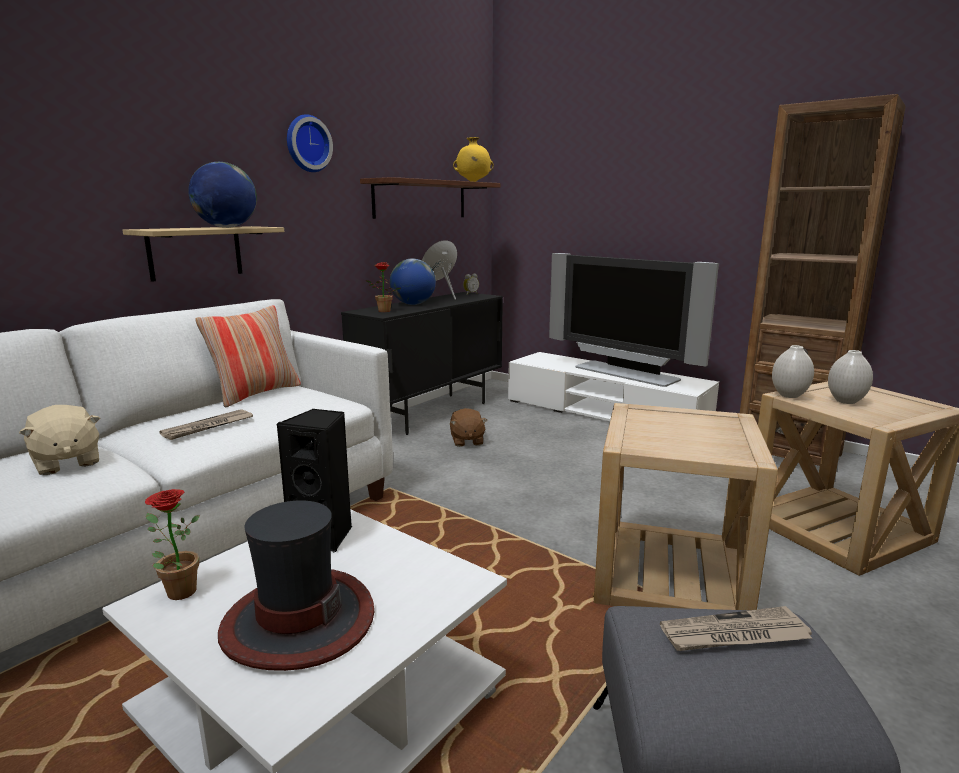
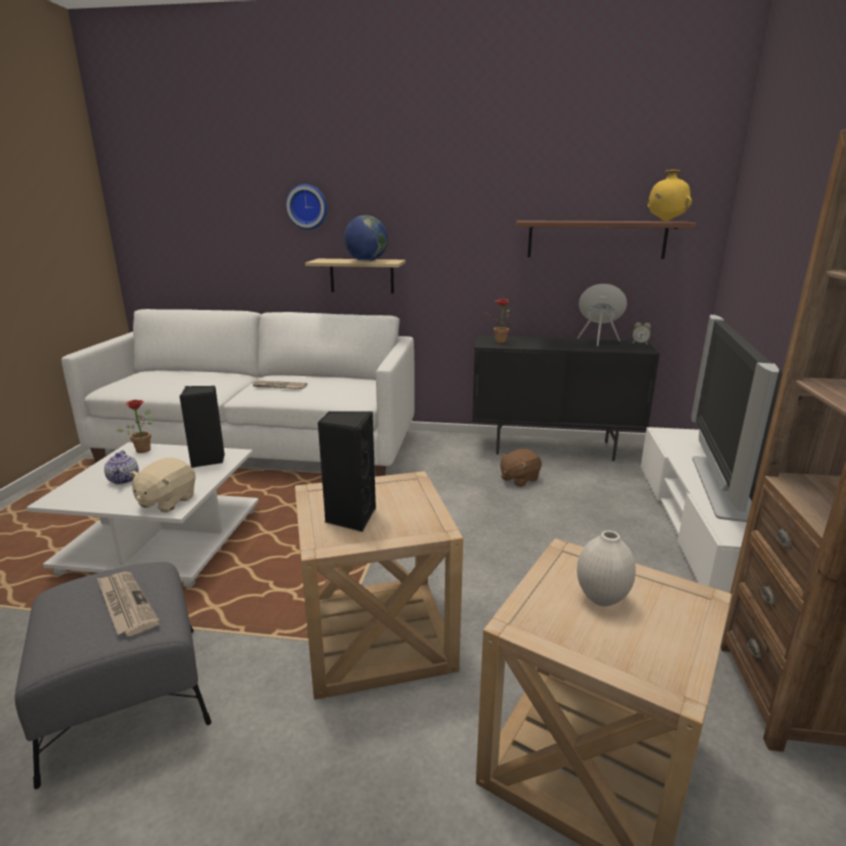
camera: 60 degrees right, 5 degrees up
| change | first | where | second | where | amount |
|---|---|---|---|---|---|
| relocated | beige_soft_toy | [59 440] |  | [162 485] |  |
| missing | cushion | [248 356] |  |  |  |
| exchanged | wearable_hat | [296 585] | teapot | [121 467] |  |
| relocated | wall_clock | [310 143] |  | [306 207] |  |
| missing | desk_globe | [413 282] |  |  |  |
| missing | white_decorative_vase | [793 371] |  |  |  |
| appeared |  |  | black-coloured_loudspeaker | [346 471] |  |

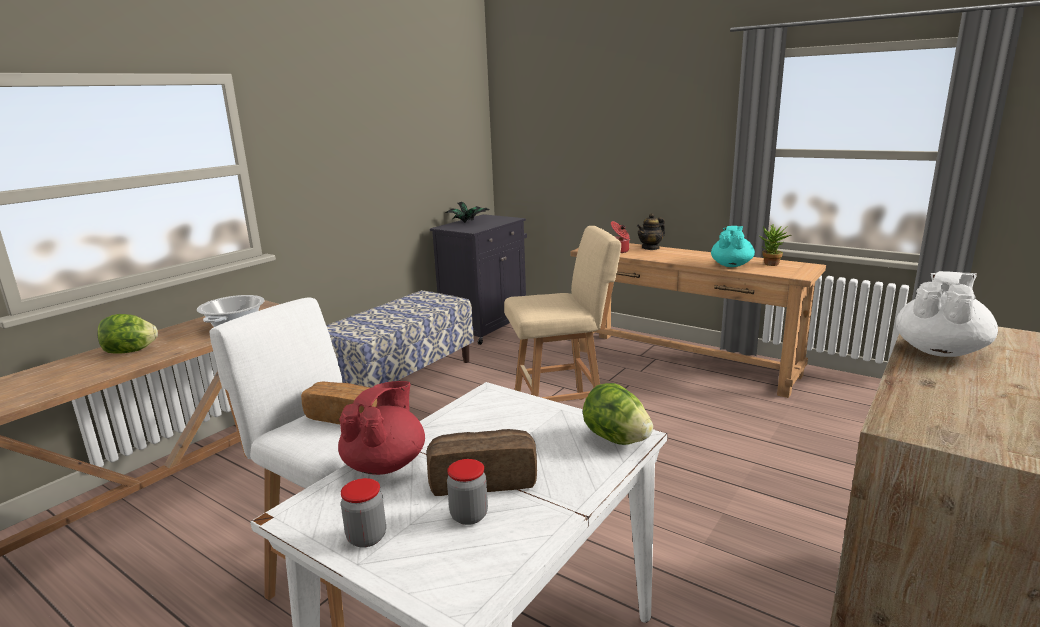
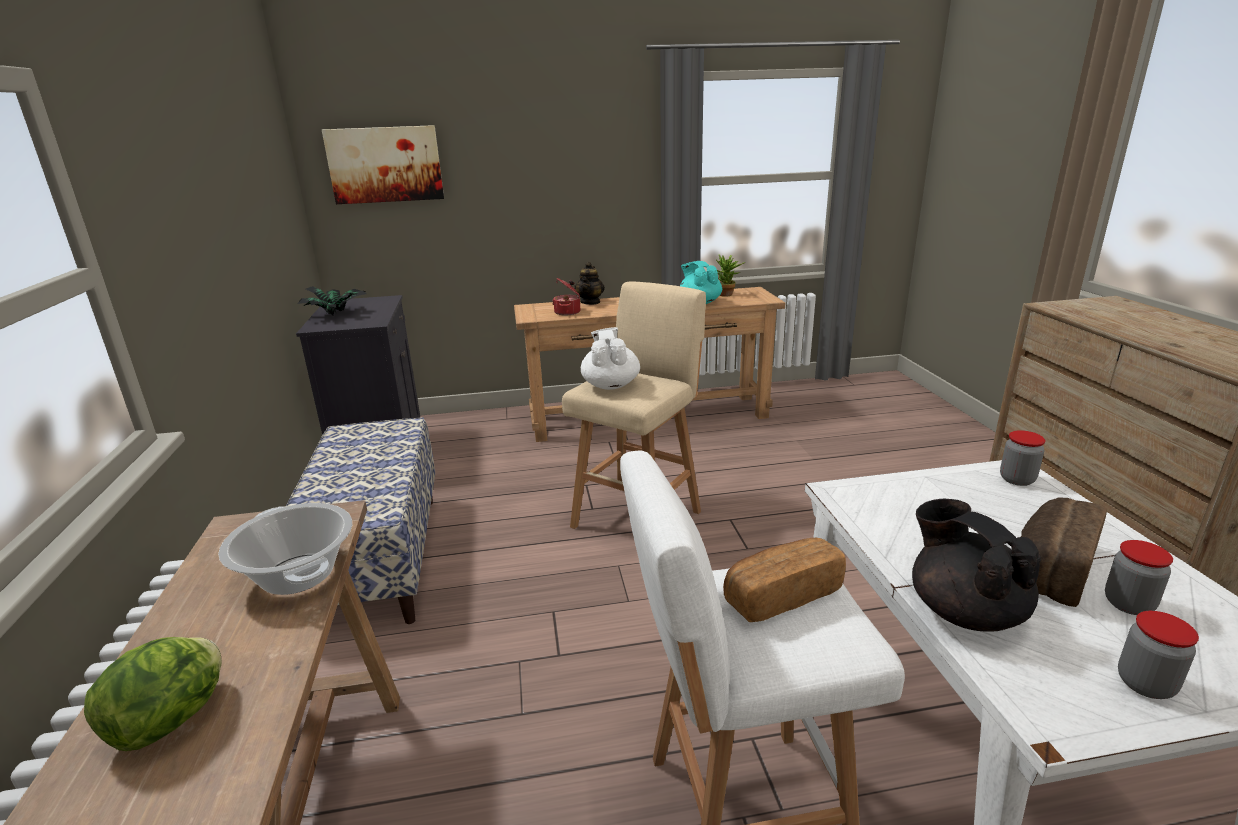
camera: 45 degrees left, 5 degrees up
| change | first | where | second | where | amount |
|---|---|---|---|---|---|
| colour | red-coloured_teapot | [381 428] | black-coloured_teapot | [976 565] |  |
| exchanged | lettuce | [618 414] | preserve_jar | [1023 458] |  |
| relocated | white_teapot | [947 314] |  | [610 358] |  |
| appeared |  |  | wall_art | [383 164] |  |

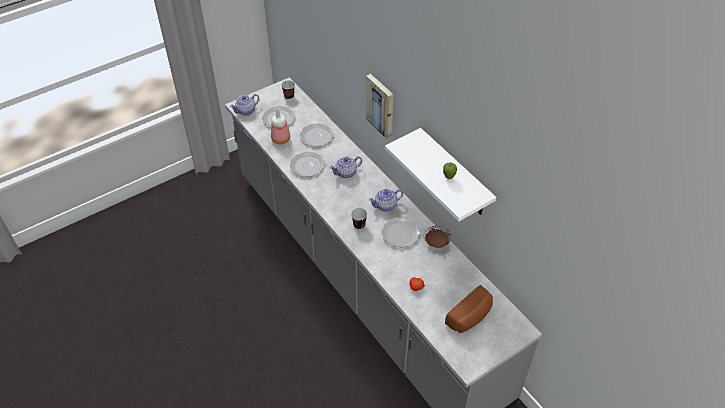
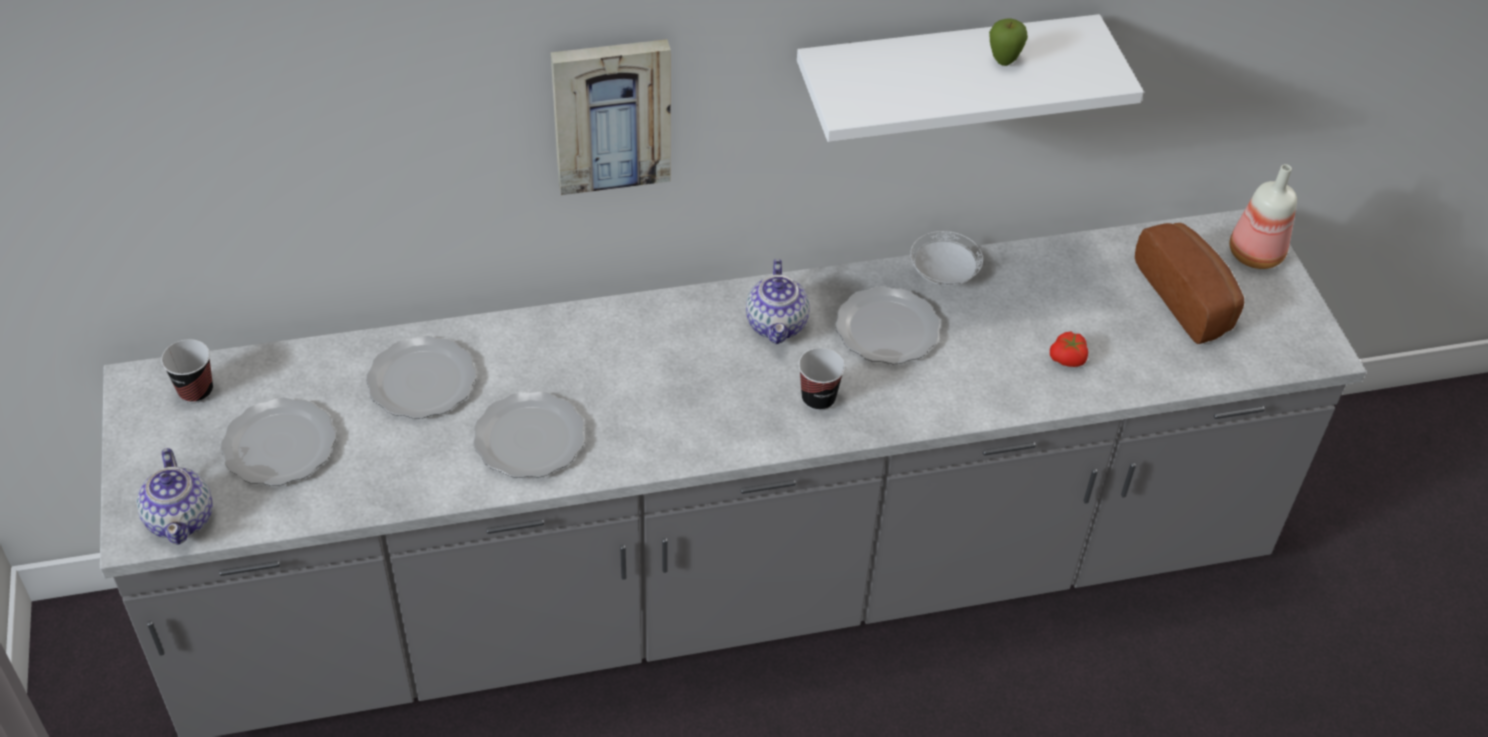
camera: 70 degrees left, 0 degrees up
| change | first | where | second | where | amount |
|---|---|---|---|---|---|
| relocated | drink_bottle | [280 126] |  | [1263 216] |  |
| missing | teapot | [346 167] |  |  |  |
| colour | brown_flat_dish | [437 237] | white_flat_dish | [946 258] |  |

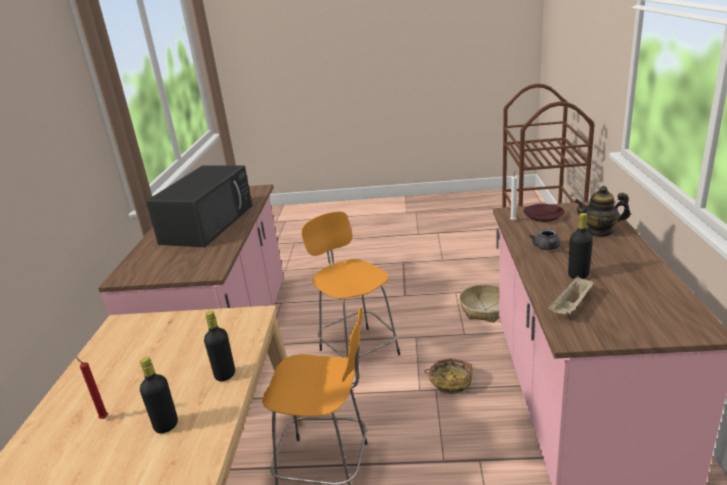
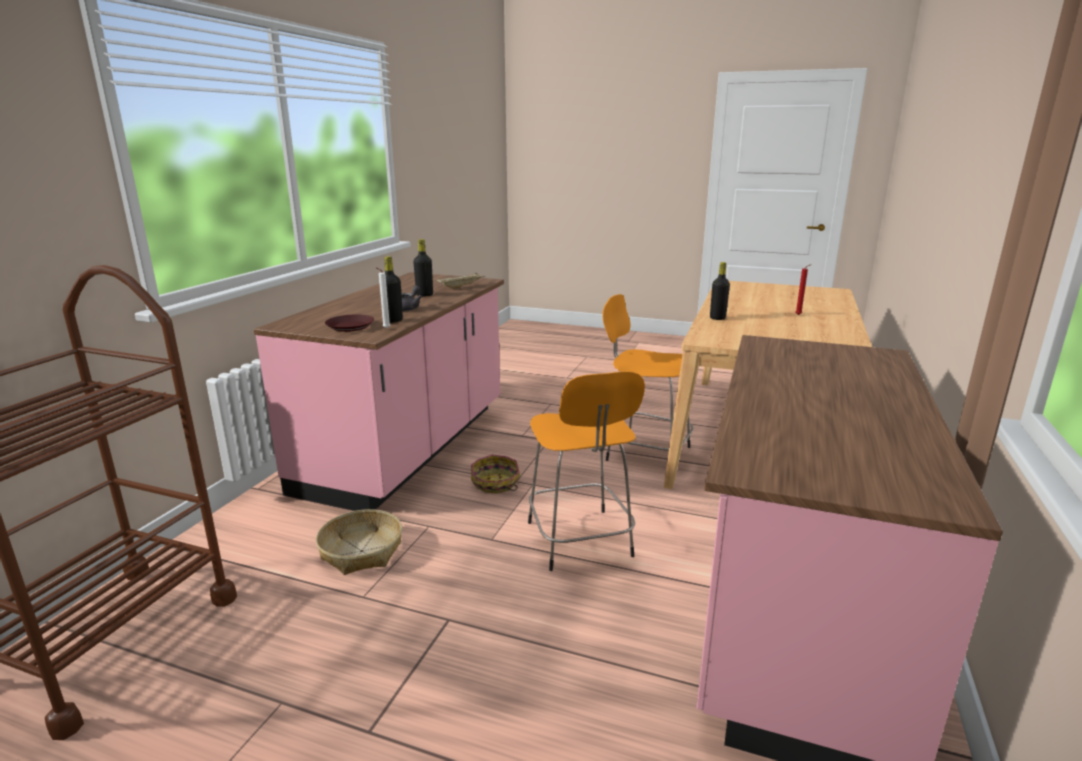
camera: 165 degrees left, 5 degrees down
| change | first | where | second | where | amount |
|---|---|---|---|---|---|
| relocated | black-coloured_drink_bottle | [159 395] |  | [393 289] |  |
| missing | black-coloured_microwave | [199 206] |  |  |  |
| missing | teapot | [602 211] |  |  |  |

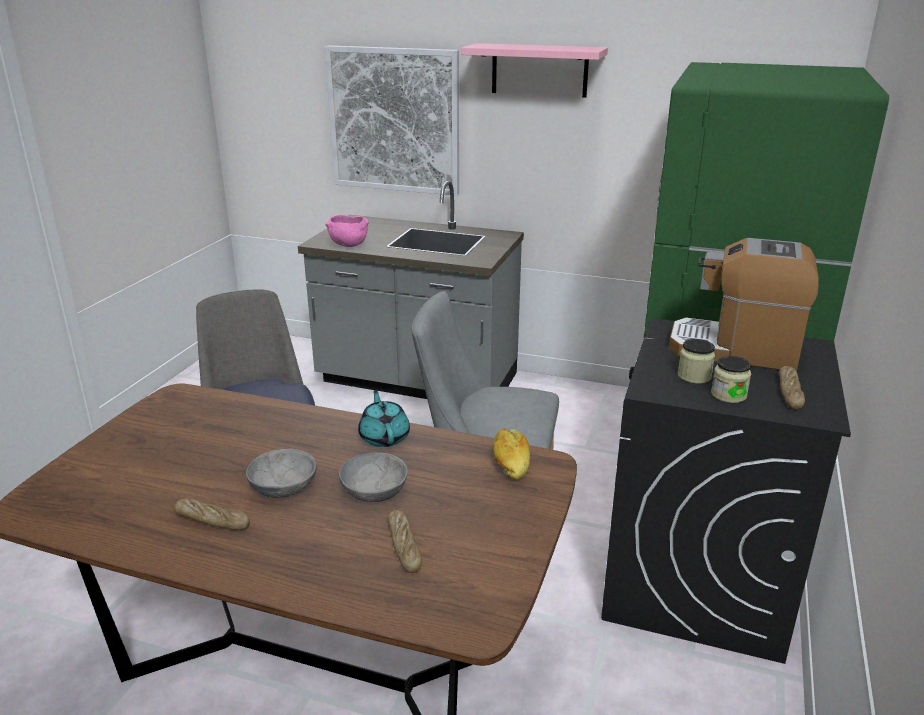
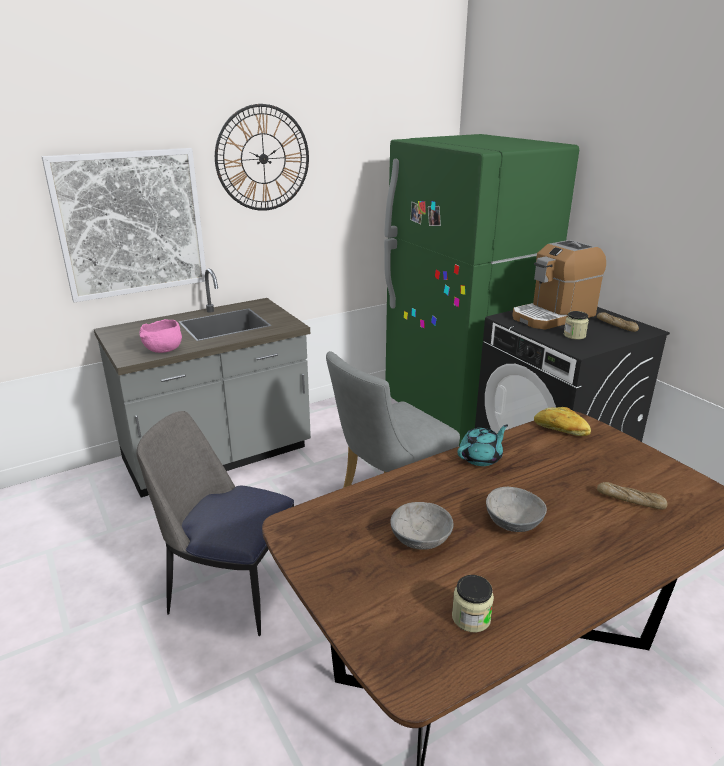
camera: 50 degrees left, 0 degrees up
| change | first | where | second | where | amount |
|---|---|---|---|---|---|
| missing | baked_bread | [212 514] |  |  |  |
| relocated | grey_bowl | [373 477] |  | [422 526] |  |
| spun | turquoise_teapot | [384 418] |  | [482 445] | 120 degrees clockwise |
| exchanged | pink-coloured_bracket_shelf | [534 70] | wall_clock | [262 157] |  |
| relocated | preserve_jar | [731 379] |  | [473 603] |  |

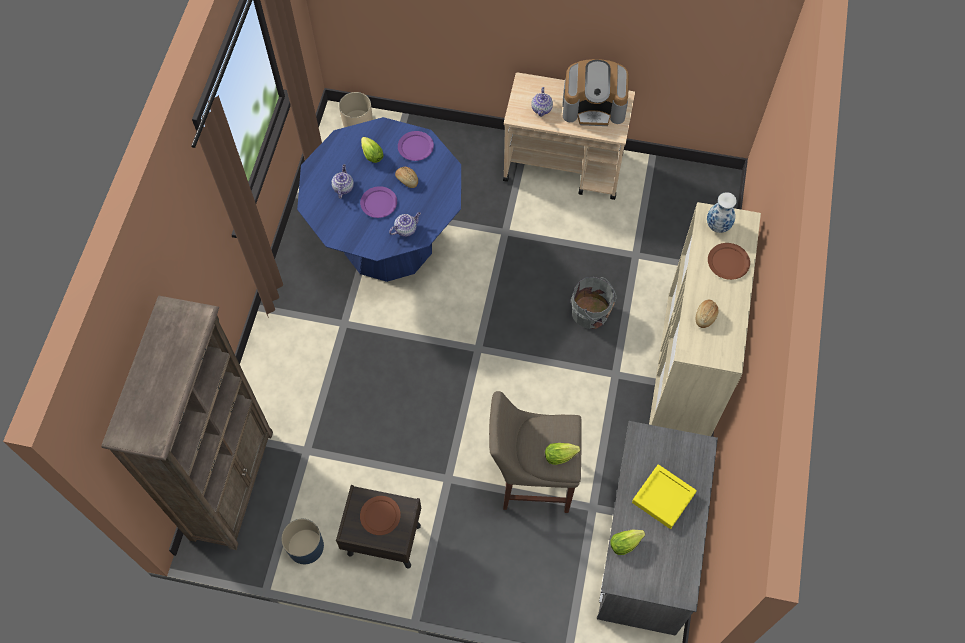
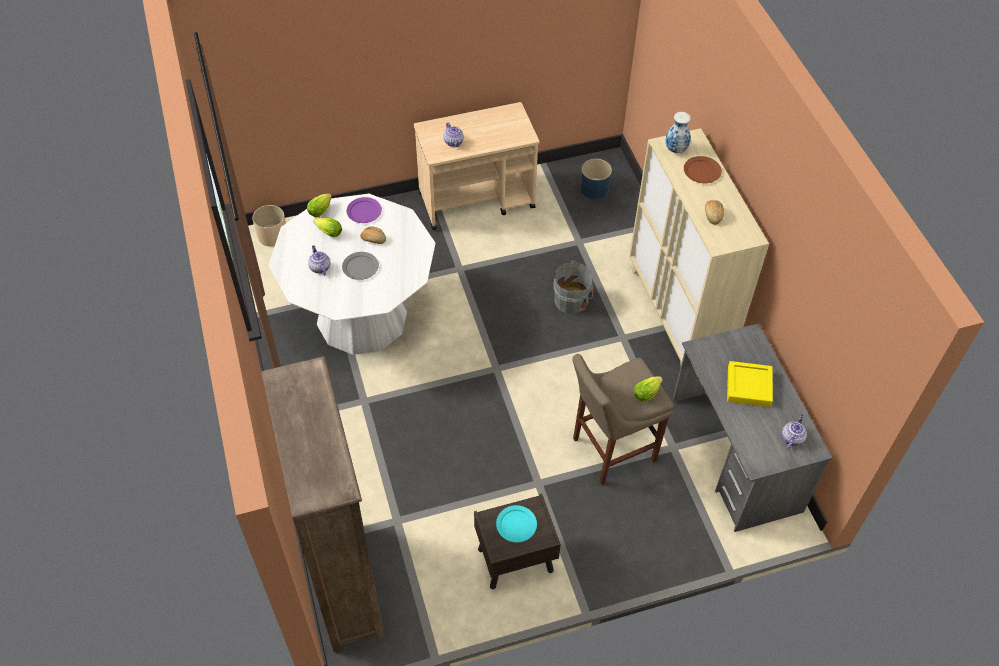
camera: 30 degrees left, 10 degrees down
| change | first | where | second | where | amount |
|---|---|---|---|---|---|
| relocated | blue_flower_pot | [302 541] |  | [596 179] |  |
| colour | blue_dining_table | [379 199] | white_dining_table | [352 274] |  |
| colour | purple_flat_dish | [378 202] | grey_flat_dish | [360 266] |  |
| colour | brown_flat_dish | [380 515] | turquoise_flat_dish | [516 523] |  |
| relocated | teapot | [405 224] |  | [794 431] |  |
| missing | coffee_brewer | [596 92] |  |  |  |
| relocated | lettuce | [627 542] |  | [319 205] |  |

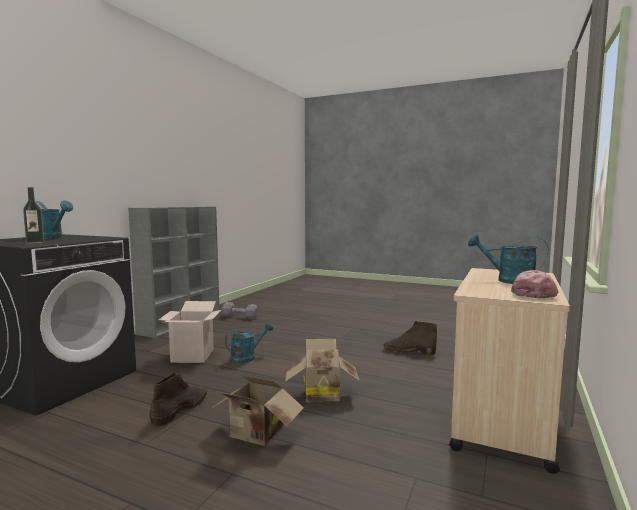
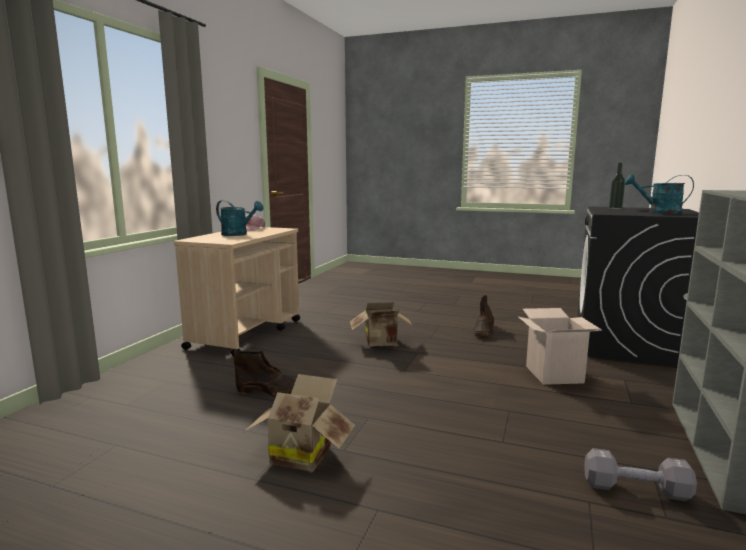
camera: 175 degrees right, 5 degrees up
| change | first | where | second | where | amount |
|---|---|---|---|---|---|
| relocated | cardboard_box | [257 410] |  | [299 423] |  |
| missing | turquoise_watering_pot | [249 342] |  |  |  |

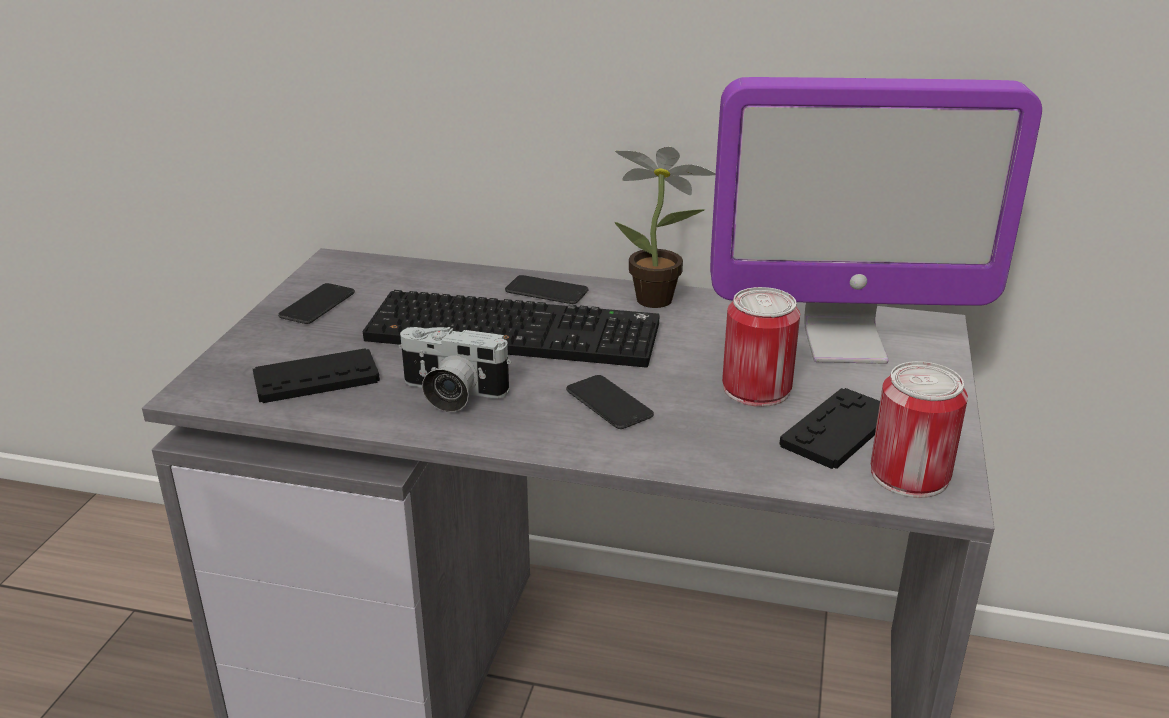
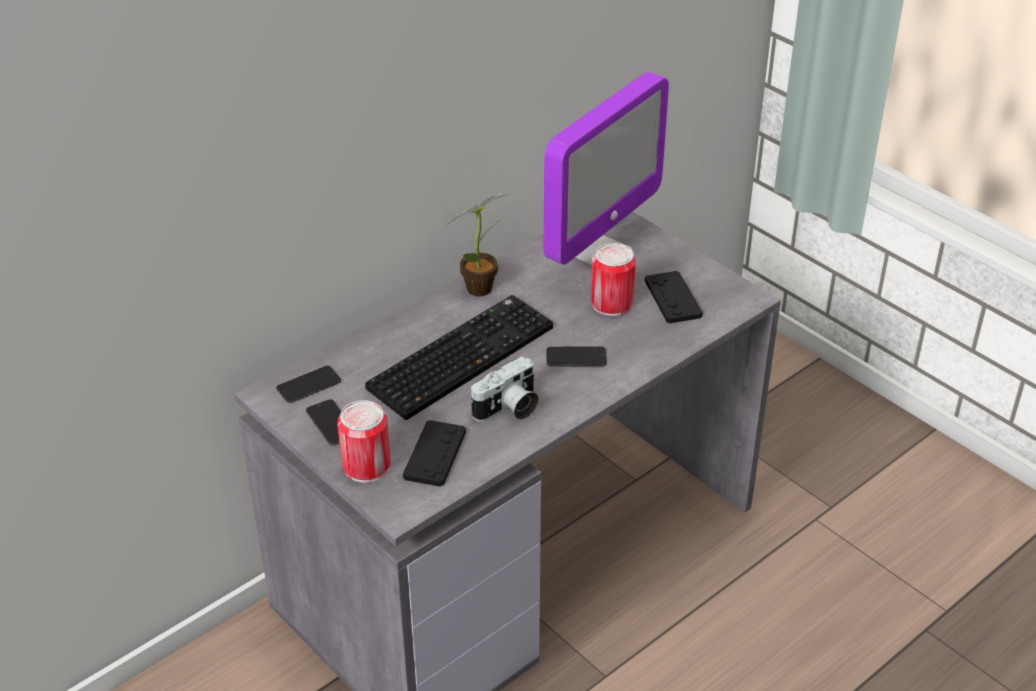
camera: 55 degrees left, 10 degrees up
| change | first | where | second | where | amount |
|---|---|---|---|---|---|
| relocated | handset | [546 289] |  | [308 384] |  |
| relocated | sealed_can | [919 429] |  | [364 441] |  |

